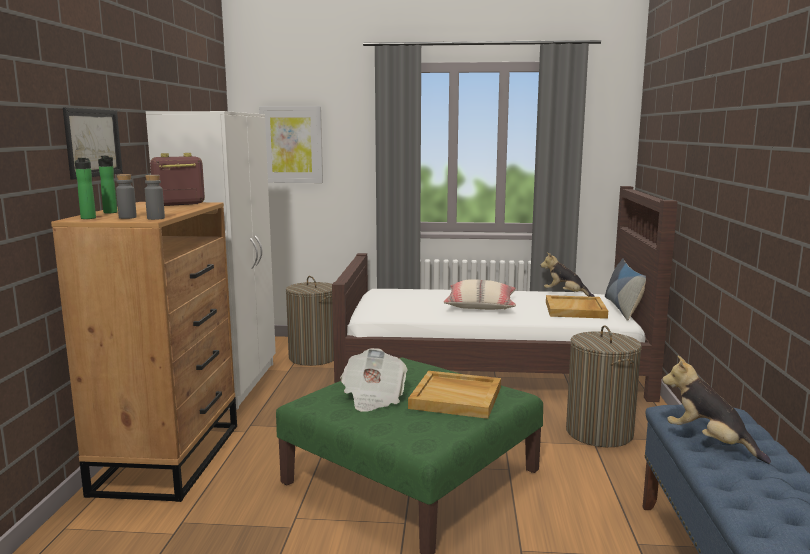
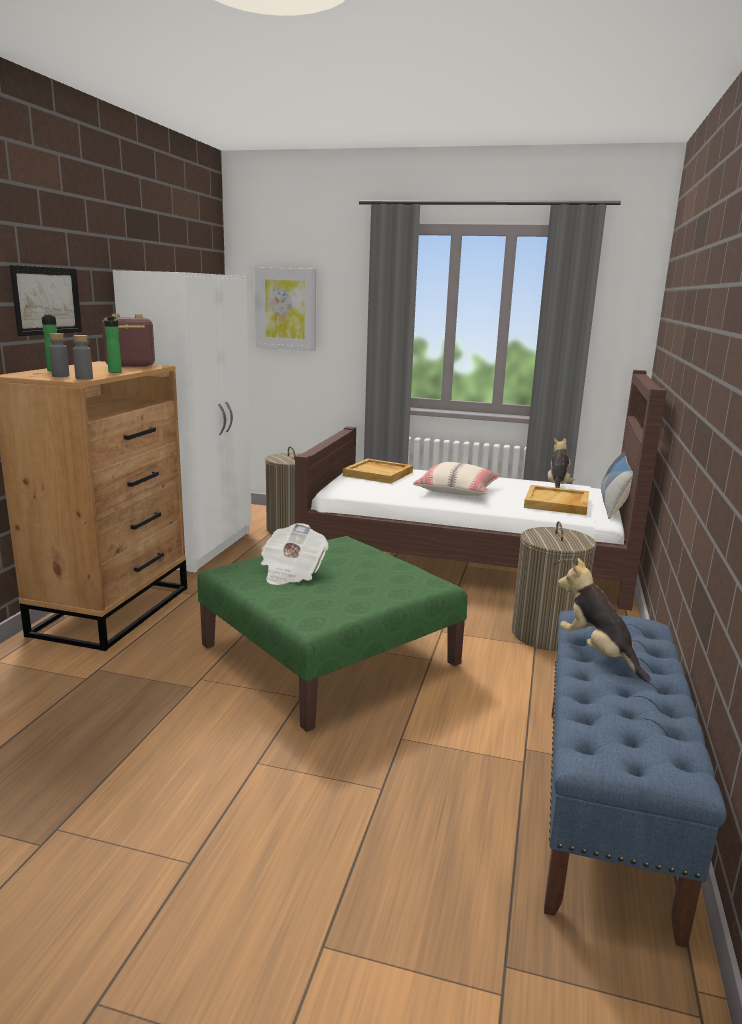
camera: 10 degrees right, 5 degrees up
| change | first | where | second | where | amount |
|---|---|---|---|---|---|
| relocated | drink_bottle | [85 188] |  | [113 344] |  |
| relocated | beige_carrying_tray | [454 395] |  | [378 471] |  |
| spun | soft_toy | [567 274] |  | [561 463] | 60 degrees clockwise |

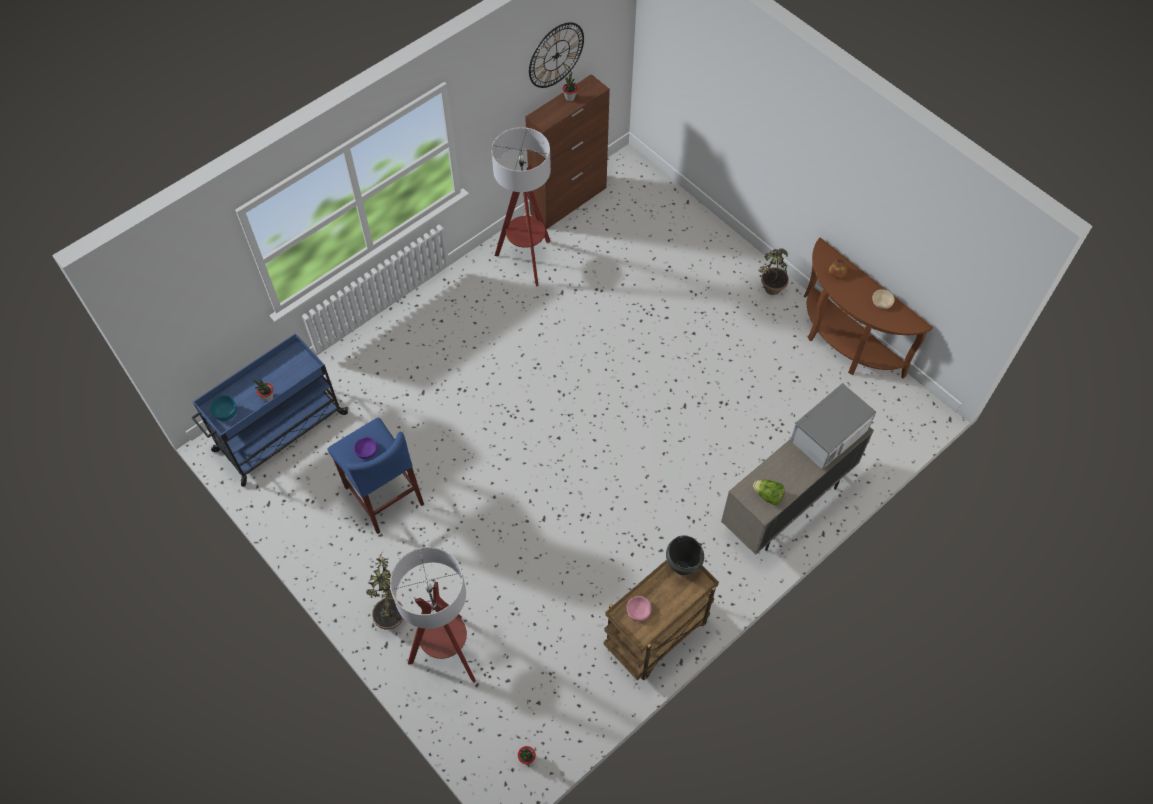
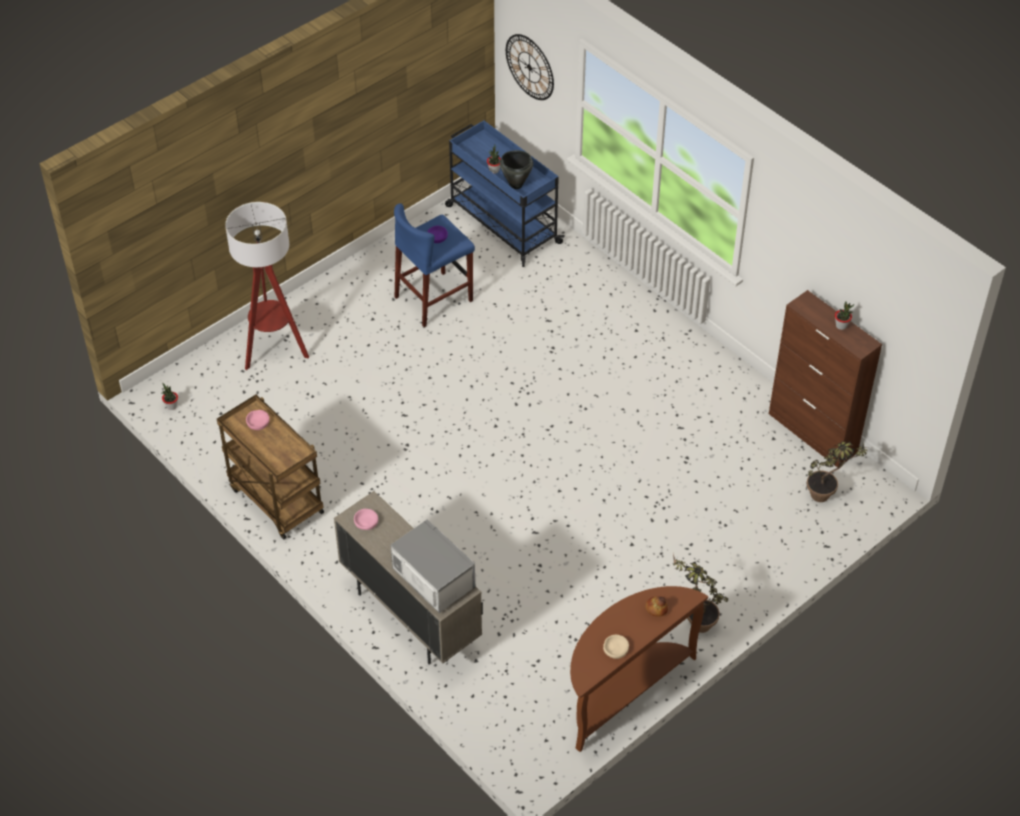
camera: 90 degrees right, 10 degrees down
| change | first | where | second | where | amount |
|---|---|---|---|---|---|
| missing | turquoise_bowl | [223 408] |  |  |  |
| relocated | potted_plant | [384 590] |  | [837 471] |  |
| missing | floor_lamp | [521 206] |  |  |  |
| relocated | wall_clock | [556 55] |  | [530 67] |  |
| relocated | black-coloured_stockpot | [685 555] |  | [516 169] |  |
| exchanged | lettuce | [769 493] | pink-coloured_bowl | [366 519] |  |

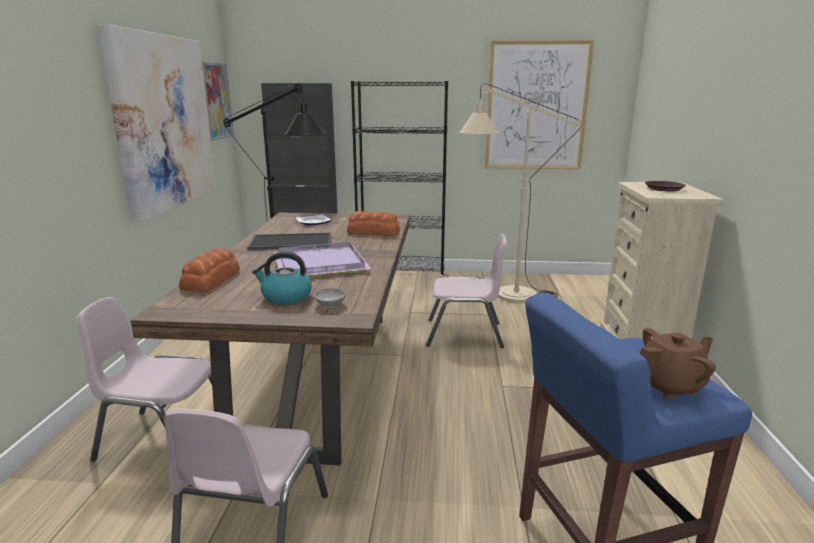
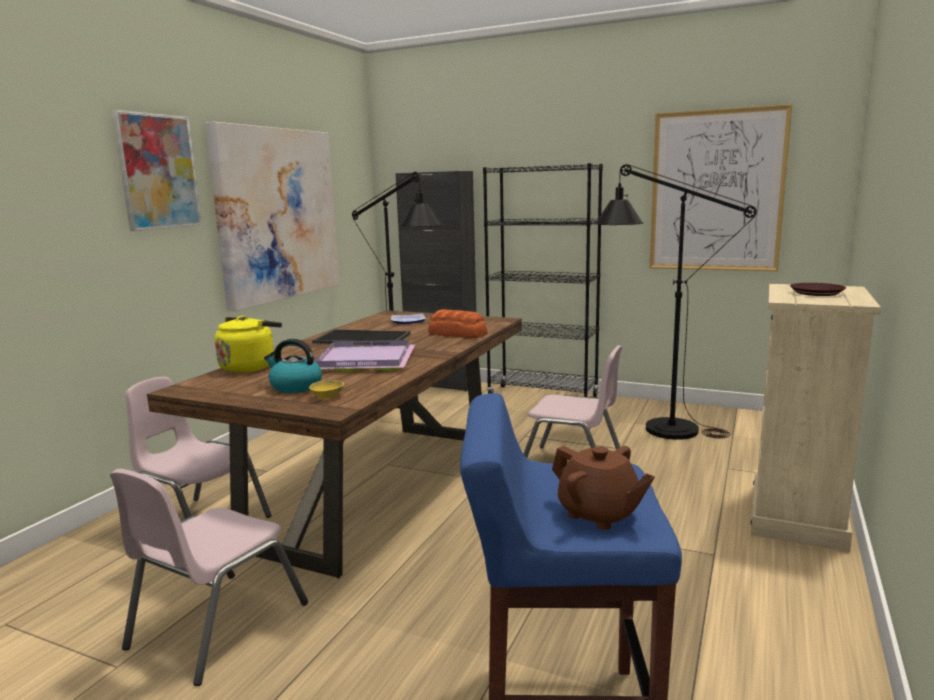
camera: 20 degrees right, 5 degrees down
| change | first | where | second | where | amount |
|---|---|---|---|---|---|
| exchanged | baked_bread | [209 270] | yellow_water_kettle | [248 344] |  |
| relocated | wall_art | [218 101] |  | [157 170] |  |
| colour | grey_bowl | [330 297] | yellow_bowl | [326 389] |  |
| colour | beige_floor_lamp | [520 193] | black-coloured_floor_lamp | [675 302] |  |
| spun | brown_teapot | [678 364] |  | [603 488] | 45 degrees clockwise |

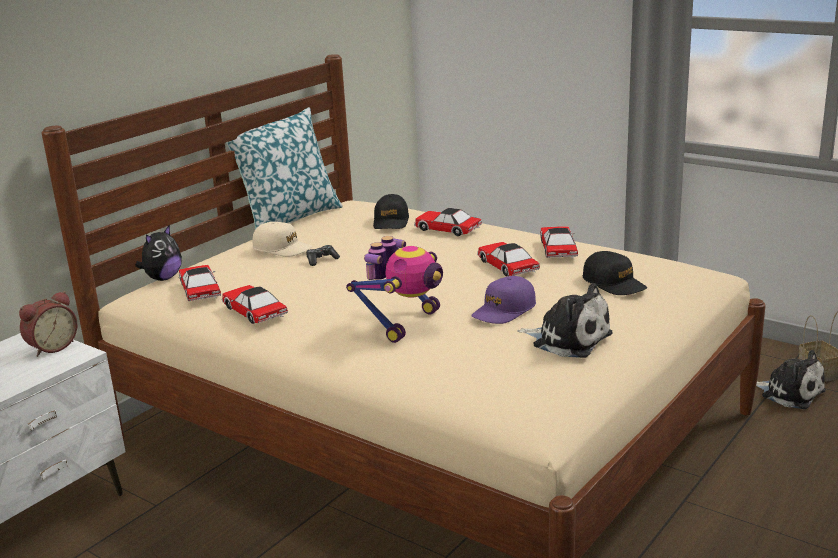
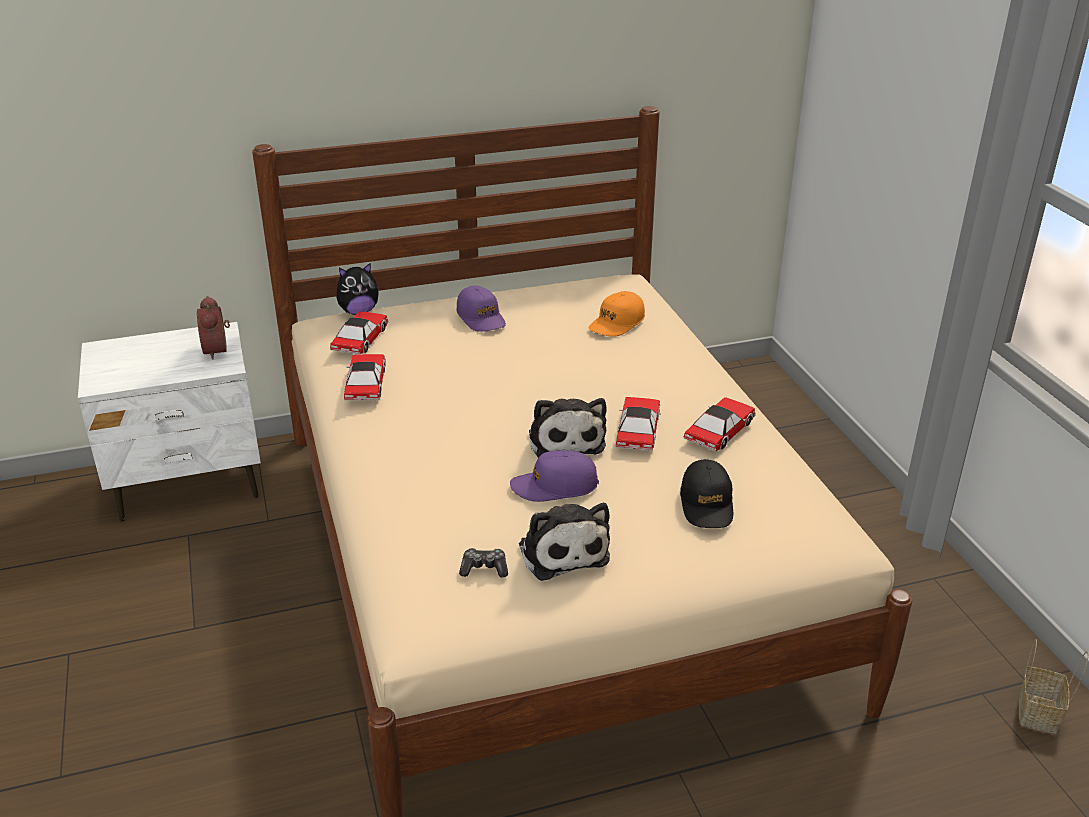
camera: 35 degrees right, 10 degrees up
| change | first | where | second | where | amount |
|---|---|---|---|---|---|
| spun | table_clock | [48 324] |  | [213 328] | 90 degrees clockwise |
| missing | cushion | [284 168] |  |  |  |
| colour | beige_cap | [282 239] | purple_cap | [481 309] |  |
| relocated | gamepad | [323 255] |  | [483 563] |  |
| missing | model_robot | [394 289] |  |  |  |
| colour | black-coloured_cap | [391 211] | orange_cap | [616 314] |  |
| missing | model_car | [448 222] |  |  |  |
| relocated | soft_toy | [791 379] |  | [568 428] |  |

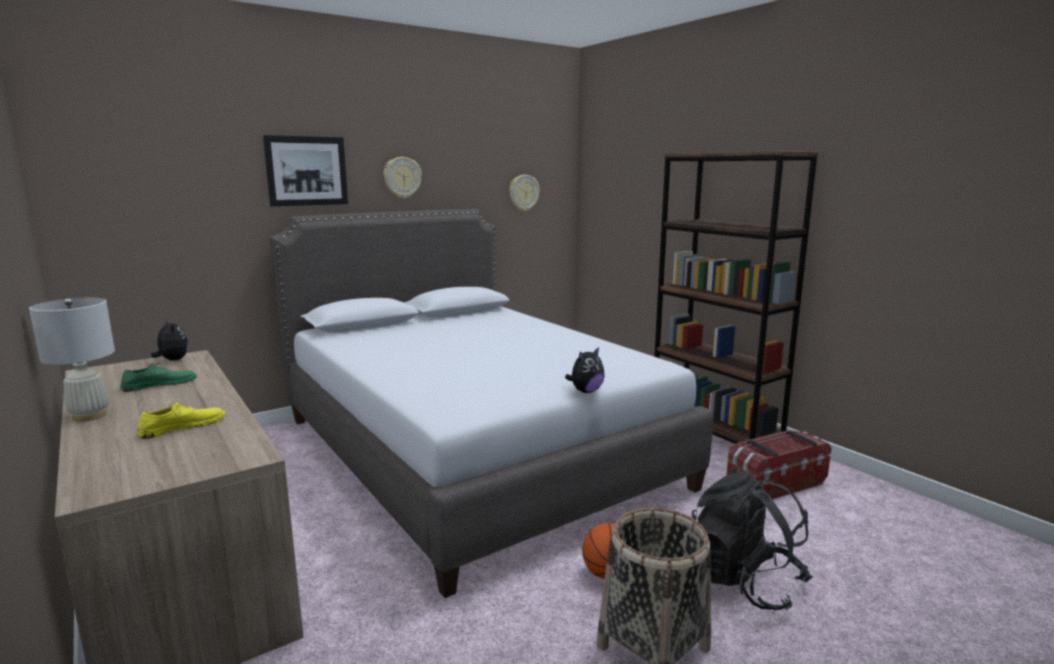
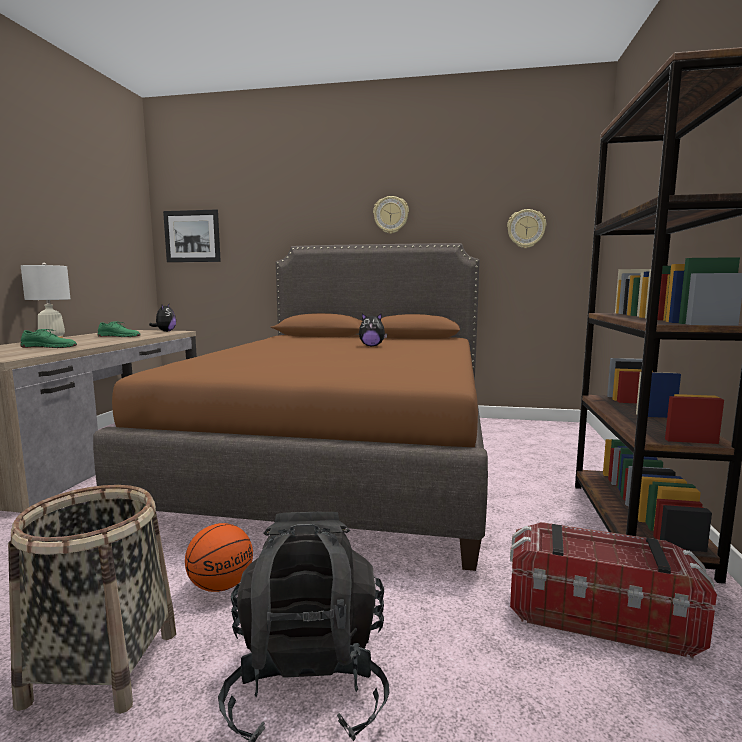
camera: 45 degrees right, 5 degrees down
| change | first | where | second | where | amount |
|---|---|---|---|---|---|
| colour | yellow_shoe | [181 420] | green-coloured_shoe | [48 338] |  |
| relocated | wall_art | [305 170] |  | [192 235] |  |
| colour | grey_bedroom_bed | [491 403] | brown_bedroom_bed | [290 407] |  |
| relocated | soft_toy | [585 370] |  | [373 329] |  |

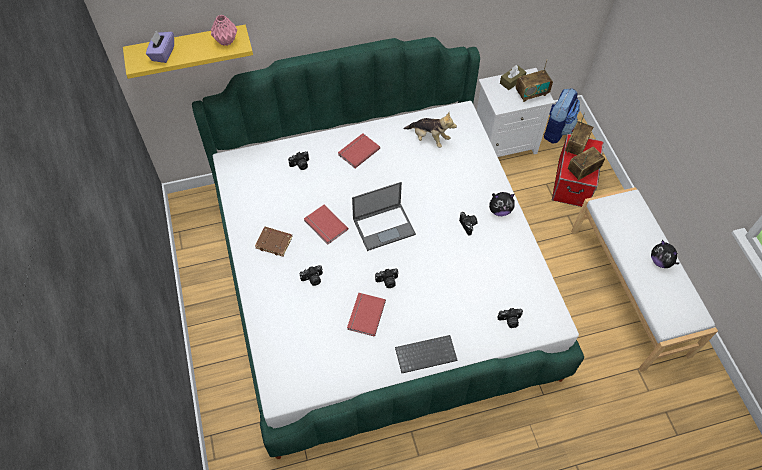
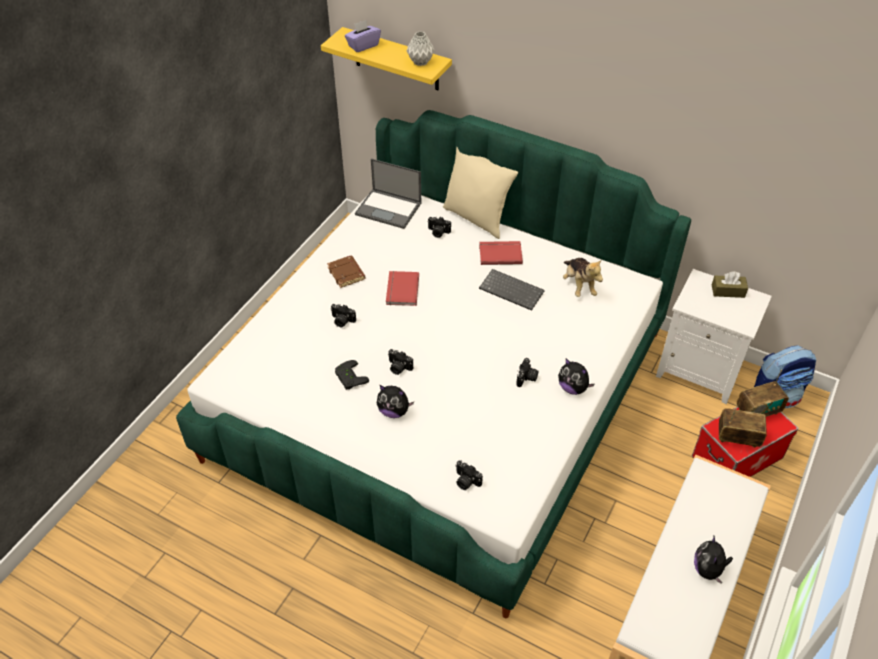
camera: 45 degrees right, 10 degrees down
| change | first | where | second | where | amount |
|---|---|---|---|---|---|
| colour | pink-coloured_decorative_vase | [224 30] | grey_decorative_vase | [421 48] |  |
| exchanged | red-coloured_volume | [366 315] | black-coloured_gamepad | [352 375] |  |
| relocated | laptop | [384 216] |  | [388 194] |  |
| relocated | computer_keyboard | [426 354] |  | [512 290] |  |
| missing | radio | [534 81] |  |  |  |
| appeared |  |  | soft_toy | [395 401] |  |
| appeared |  |  | beige_cushion | [480 193] |  |

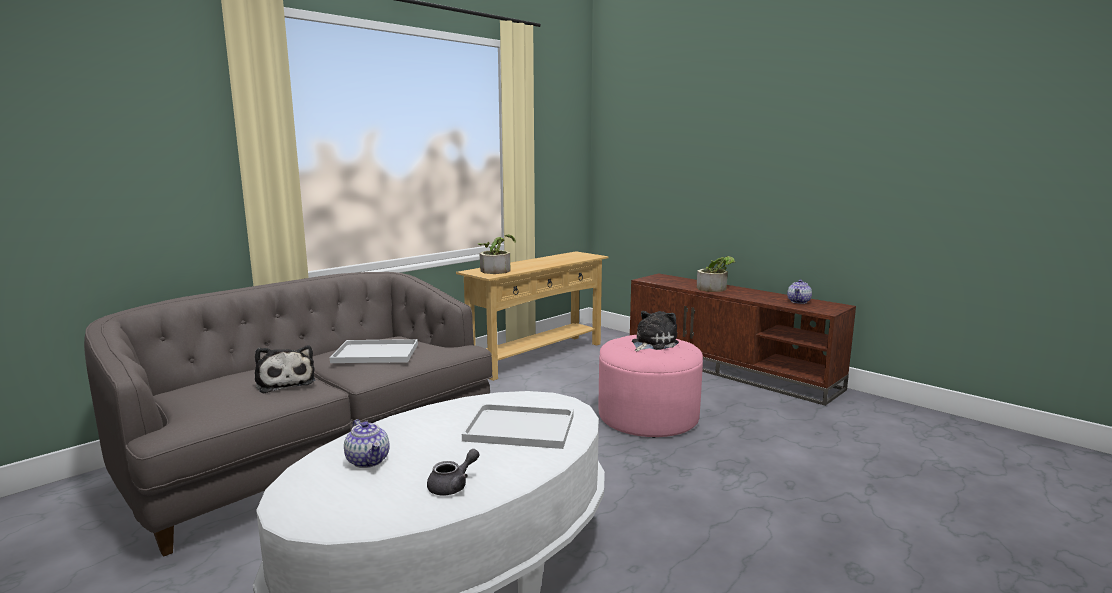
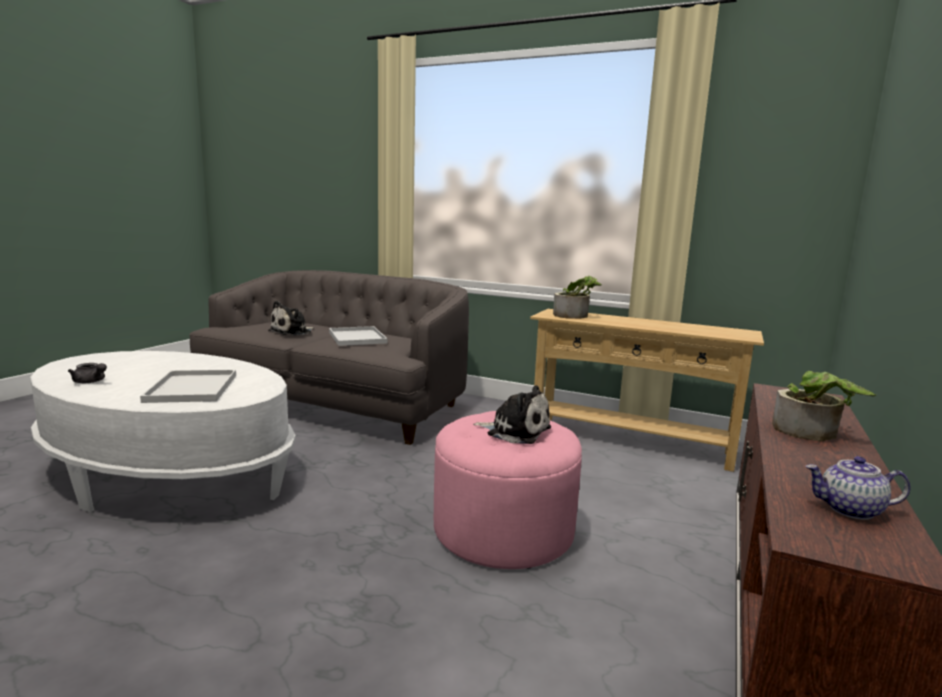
camera: 70 degrees right, 0 degrees up
| change | first | where | second | where | amount |
|---|---|---|---|---|---|
| missing | teapot | [367 443] |  |  |  |

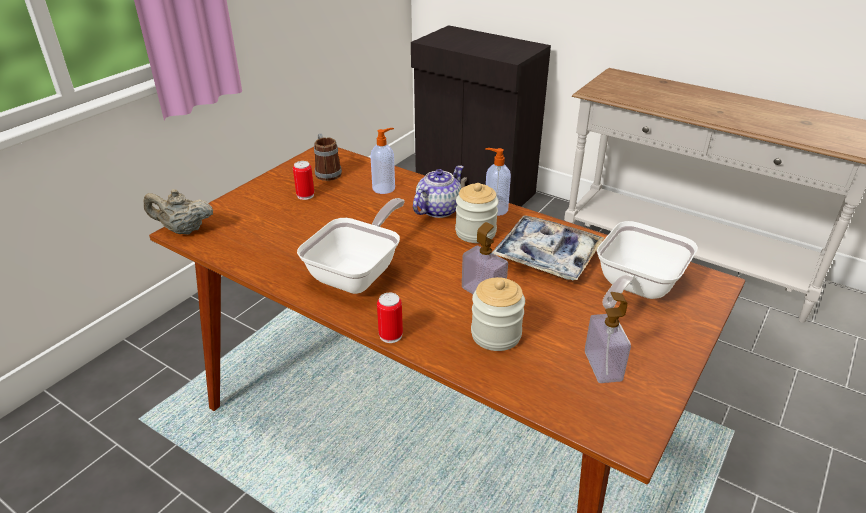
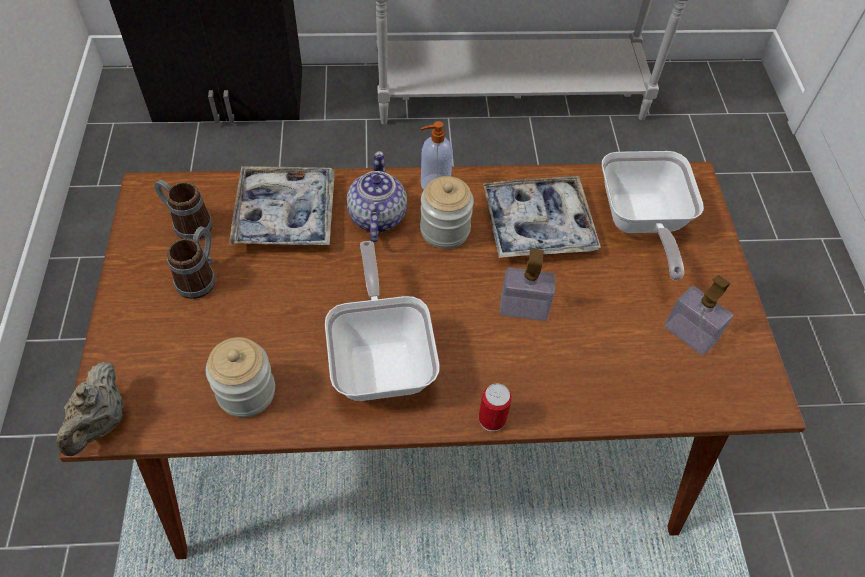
camera: 40 degrees left, 20 degrees up
| change | first | where | second | where | amount |
|---|---|---|---|---|---|
| spun | beige_teapot | [178 212] |  | [90 409] | 45 degrees counterclockwise |
| exchanged | sealed_can | [303 180] | tea_mug | [191 262] |  |
| exchanged | soap_dispenser | [382 161] | carrying_tray | [282 205] |  |
| relocated | preserve_jar | [498 314] |  | [240 377] |  |

